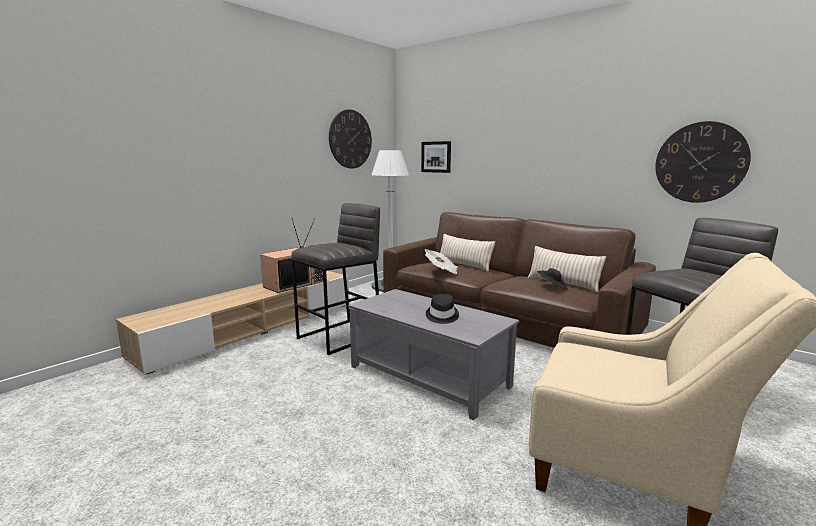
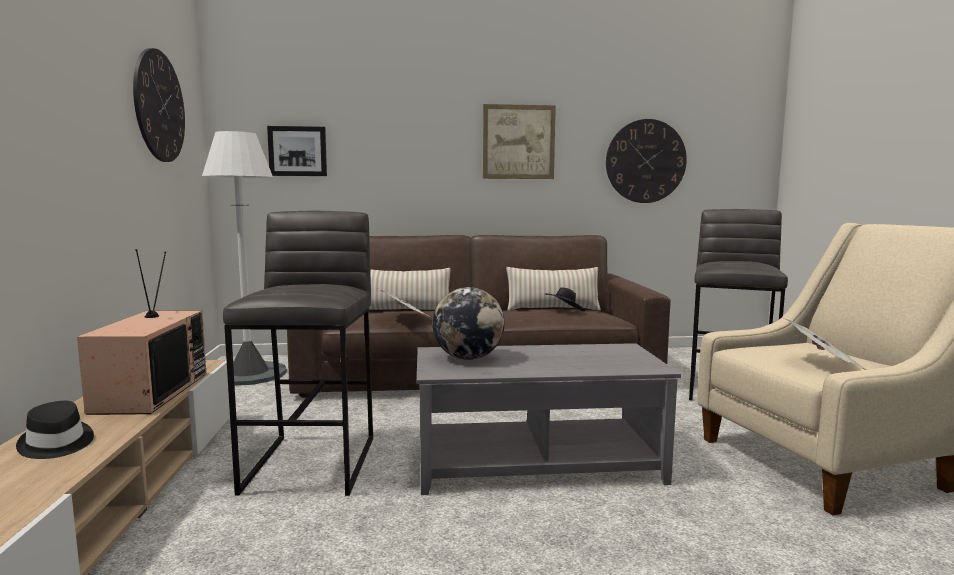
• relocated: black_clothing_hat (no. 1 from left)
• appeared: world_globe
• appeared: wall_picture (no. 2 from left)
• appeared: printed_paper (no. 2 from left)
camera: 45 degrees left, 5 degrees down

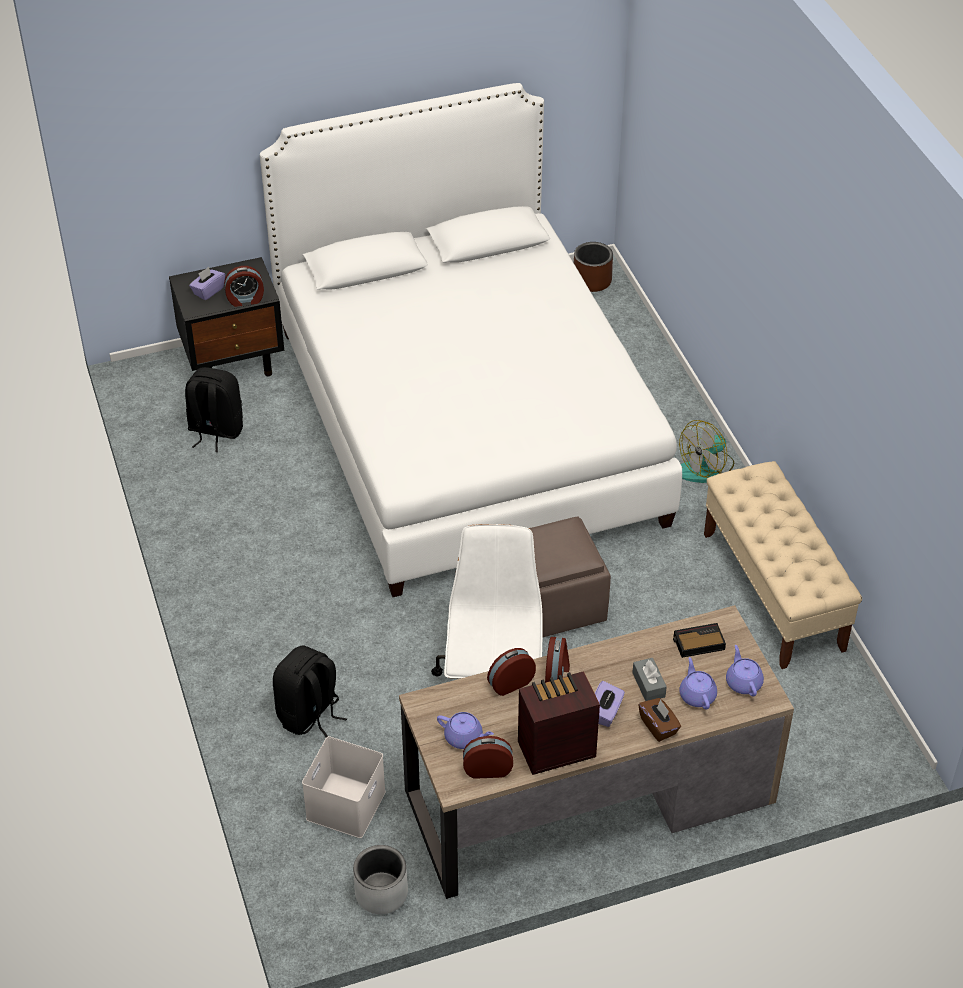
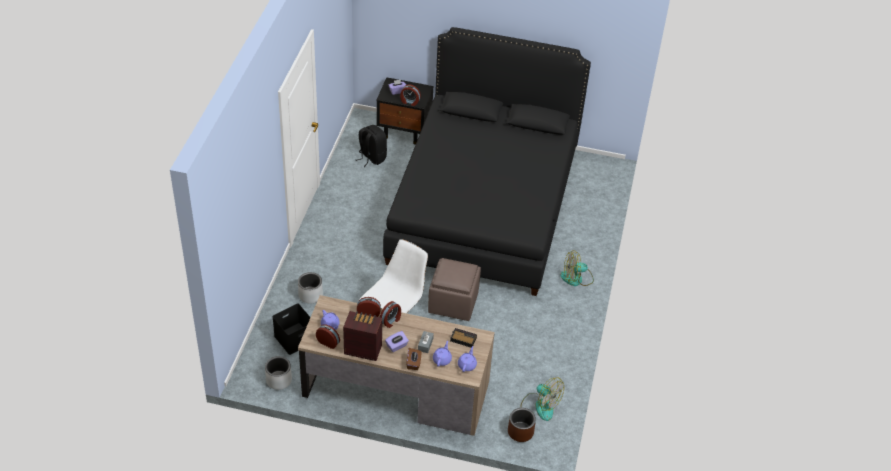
• colour: white_bedroom_bed to black_bedroom_bed
• exchanged: black_rucksack (no. 2 from left) to greyish_planter (no. 2 from left)
• colour: white_storage_bin to black_storage_bin
• relocated: brown-coloured_planter
• missing: beige-coloured_indoor_bench
• appeared: cooling_fan (no. 1 from left)
camera: 30 degrees right, 0 degrees up

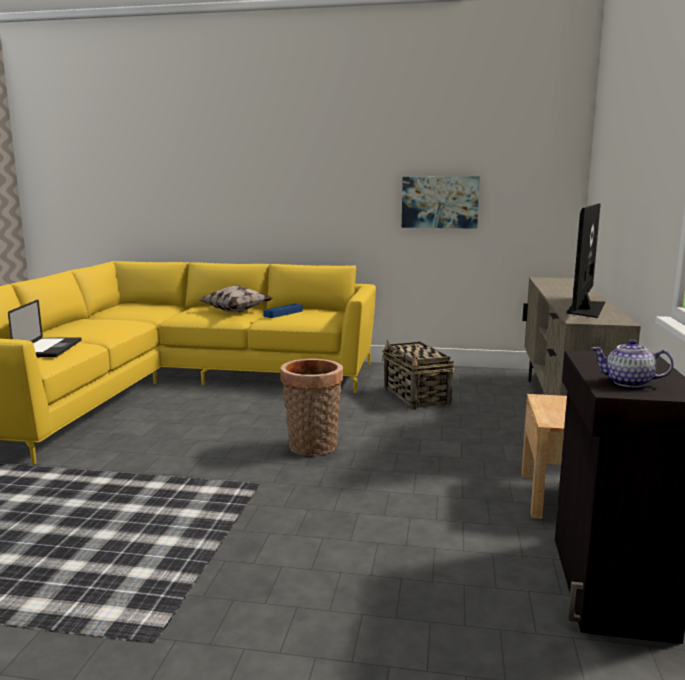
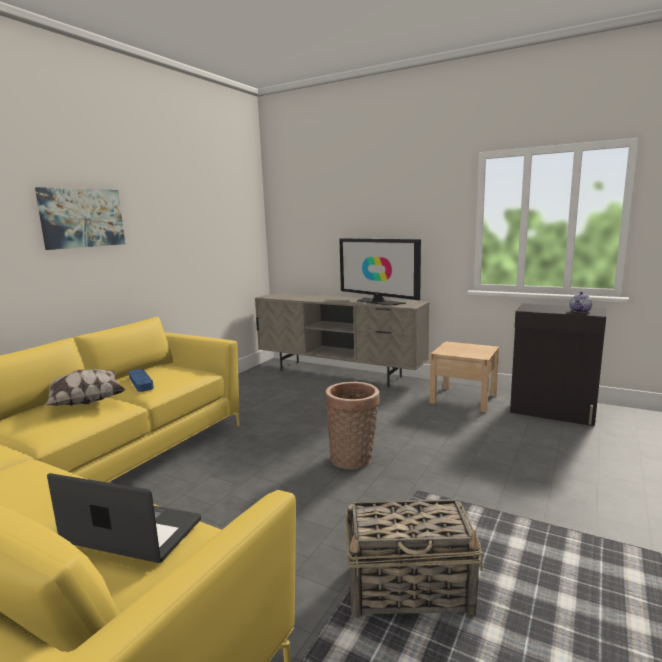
• relocated: storage_basket (no. 2 from left)
• relocated: wall_picture
camera: 70 degrees left, 0 degrees up

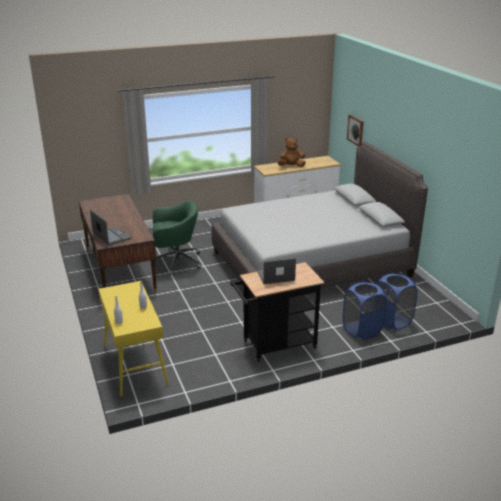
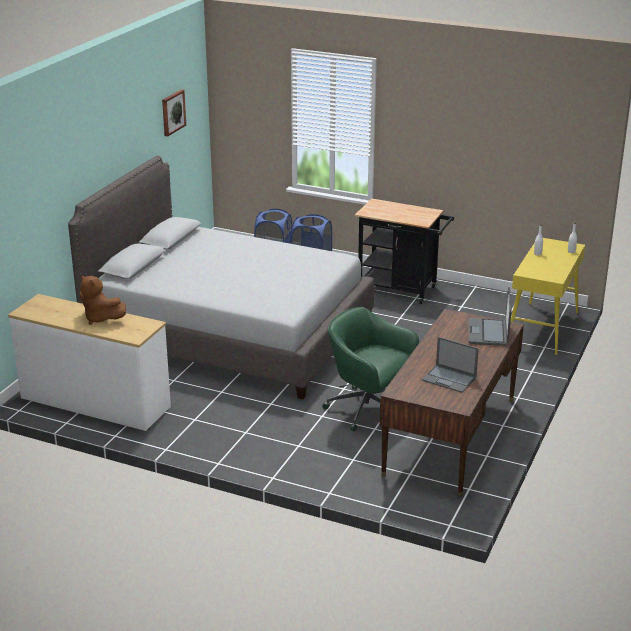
• relocated: notebook_computer (no. 2 from left in the first image) to notebook_computer (no. 1 from left)
• relocated: wall_picture
camera: 135 degrees left, 0 degrees up

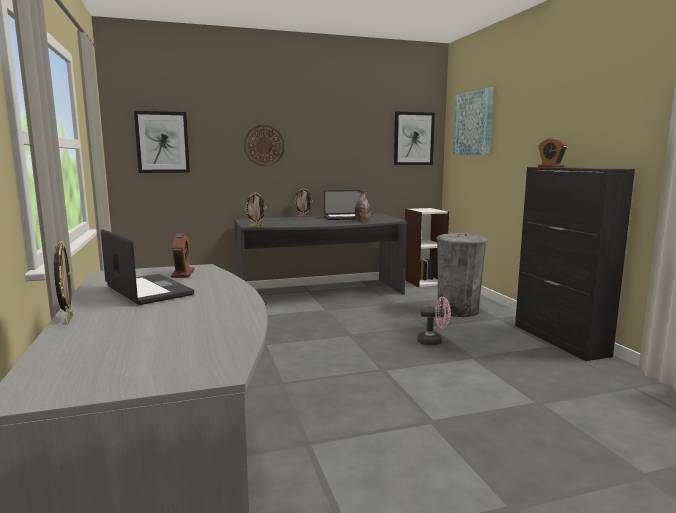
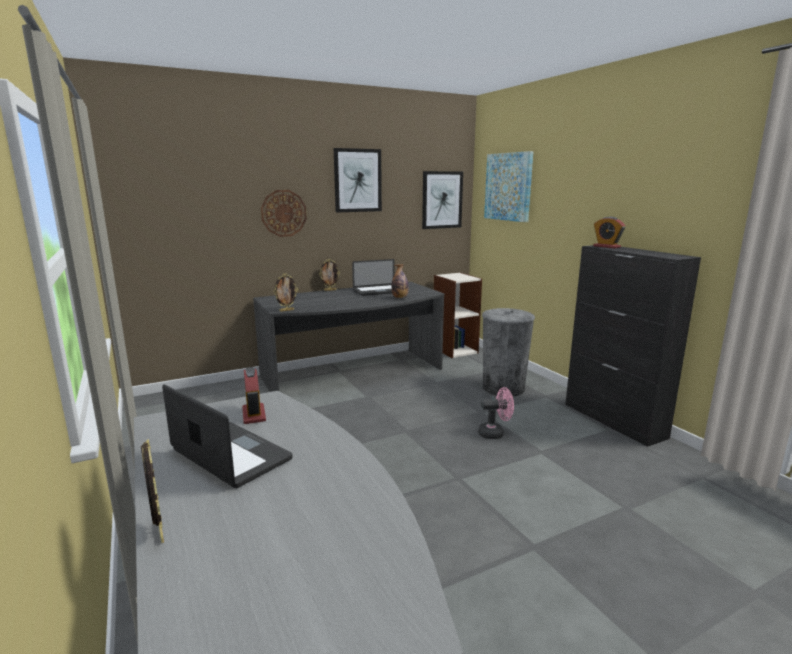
• relocated: wall_picture (no. 1 from left)
camera: 10 degrees left, 5 degrees up

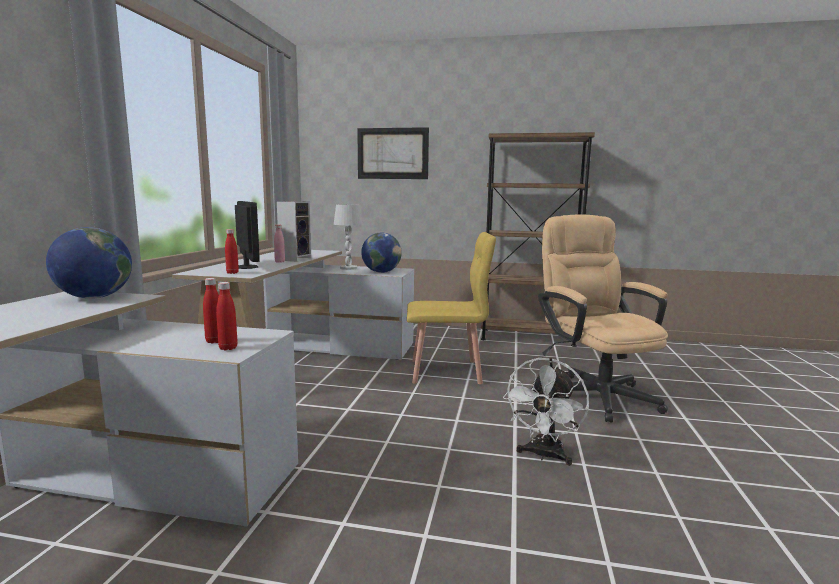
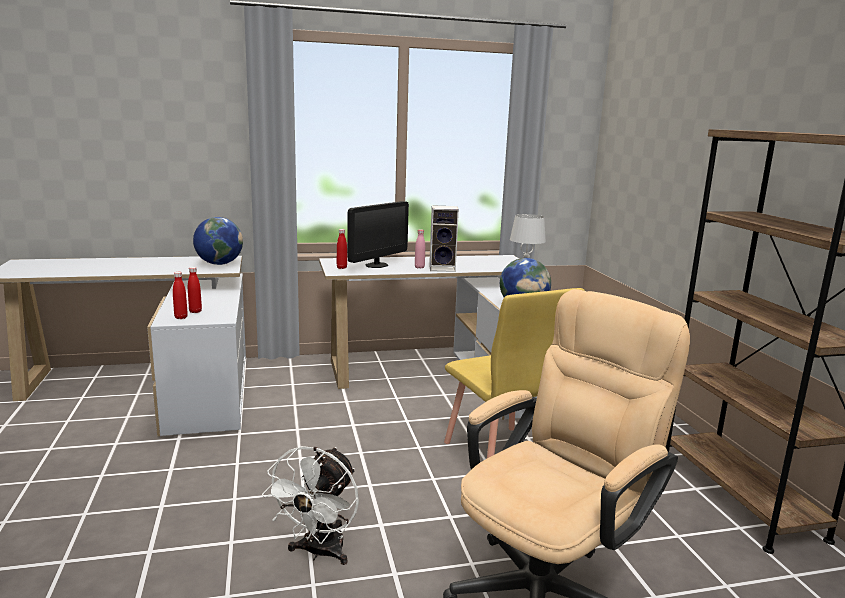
• missing: wall_picture
• spun: white_cooling_fan 75 degrees counterclockwise
camera: 65 degrees right, 5 degrees up

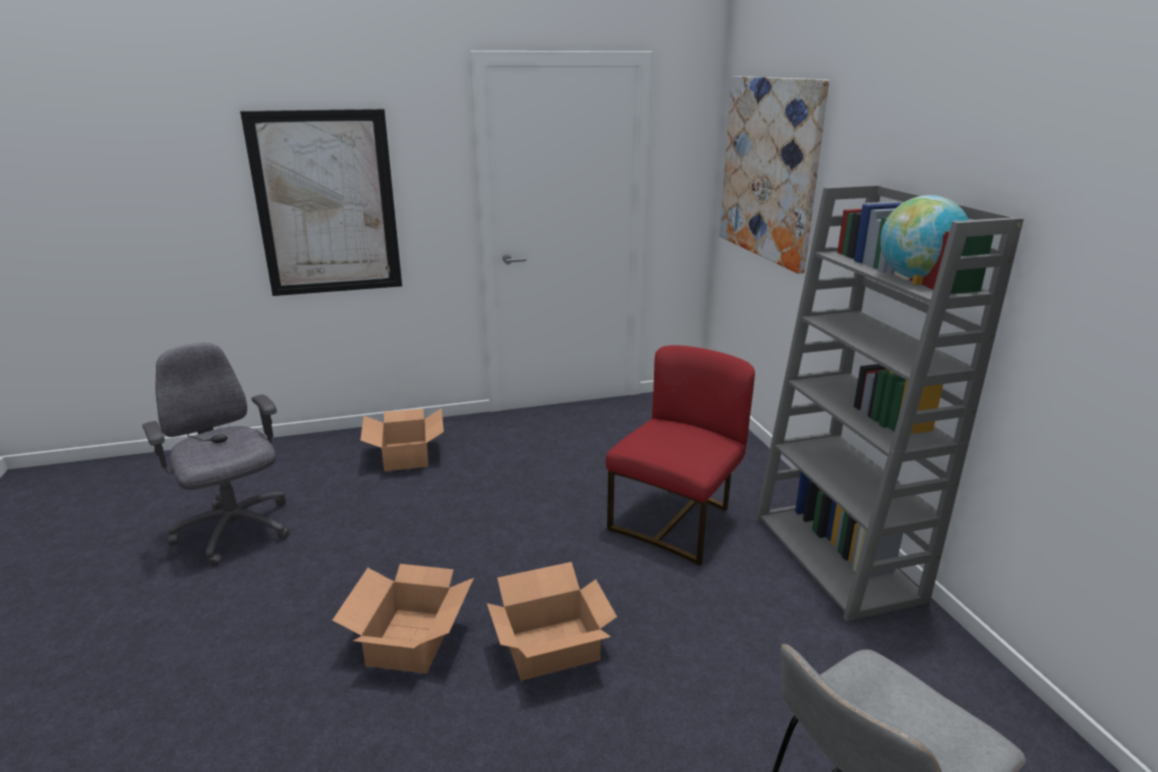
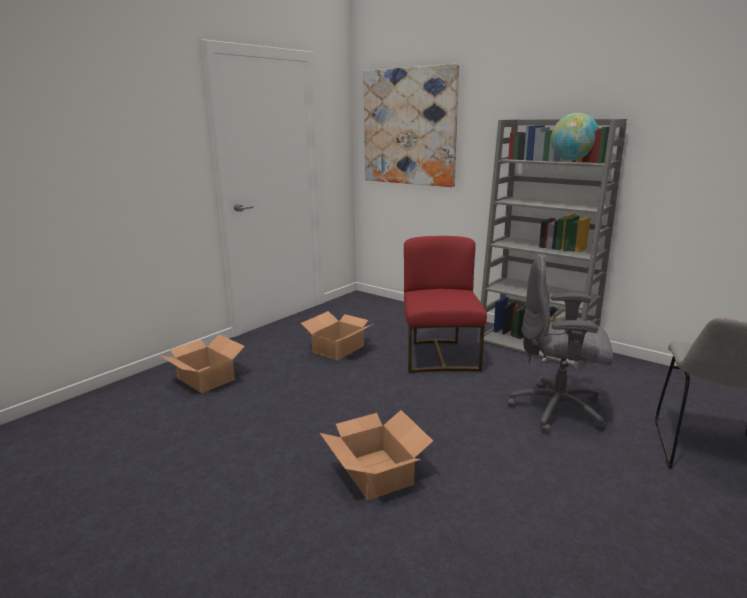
• relocated: greyish_computer_chair
• missing: wall_picture (no. 1 from left)
• relocated: cardboard_box (no. 3 from left in the first image) to cardboard_box (no. 2 from left)
camera: 35 degrees left, 5 degrees down

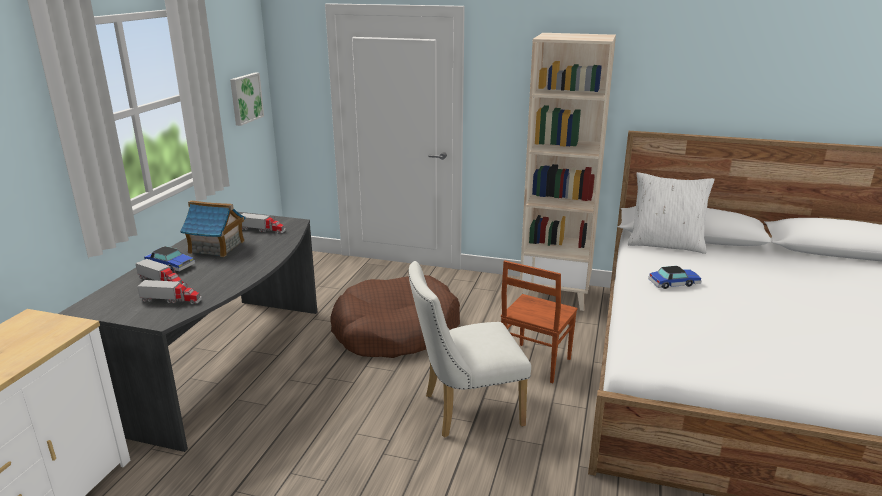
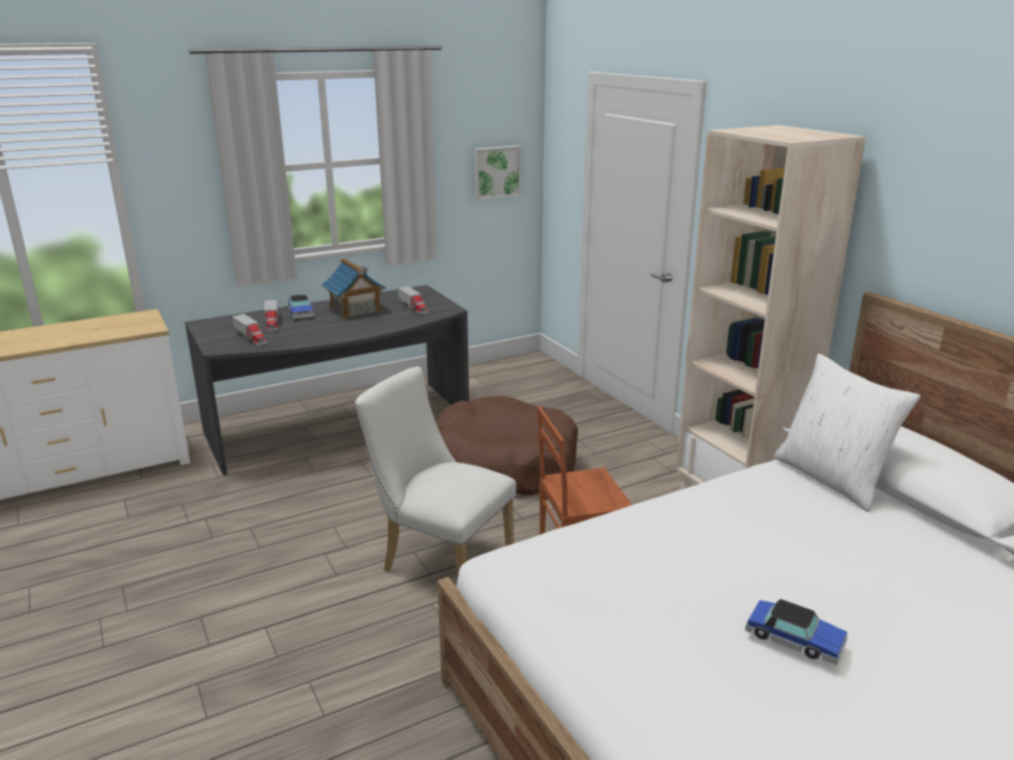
• relocated: model_car (no. 2 from left)
camera: 45 degrees right, 0 degrees up

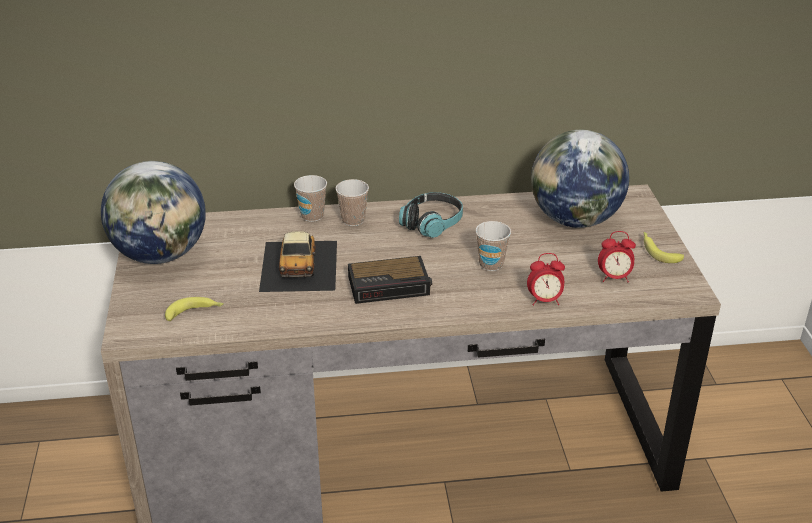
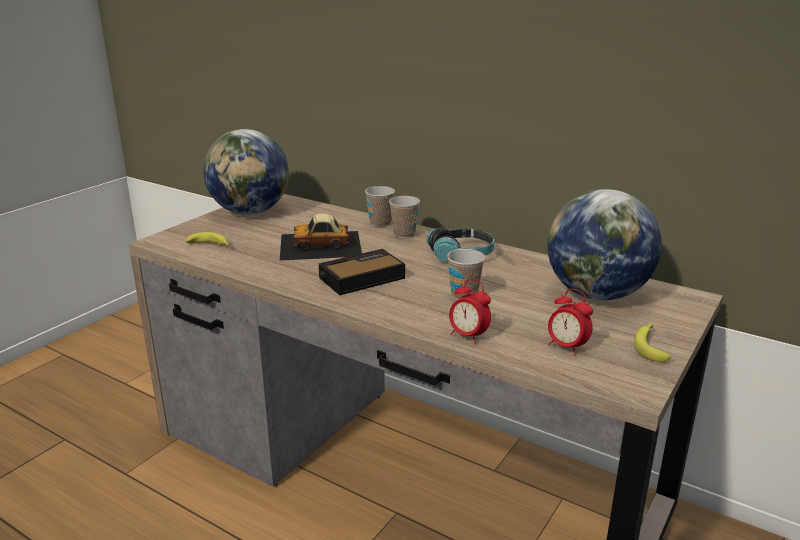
• spun: model_car 45 degrees clockwise
• spun: alarm_clock (no. 1 from left) 120 degrees clockwise
camera: 40 degrees right, 10 degrees down

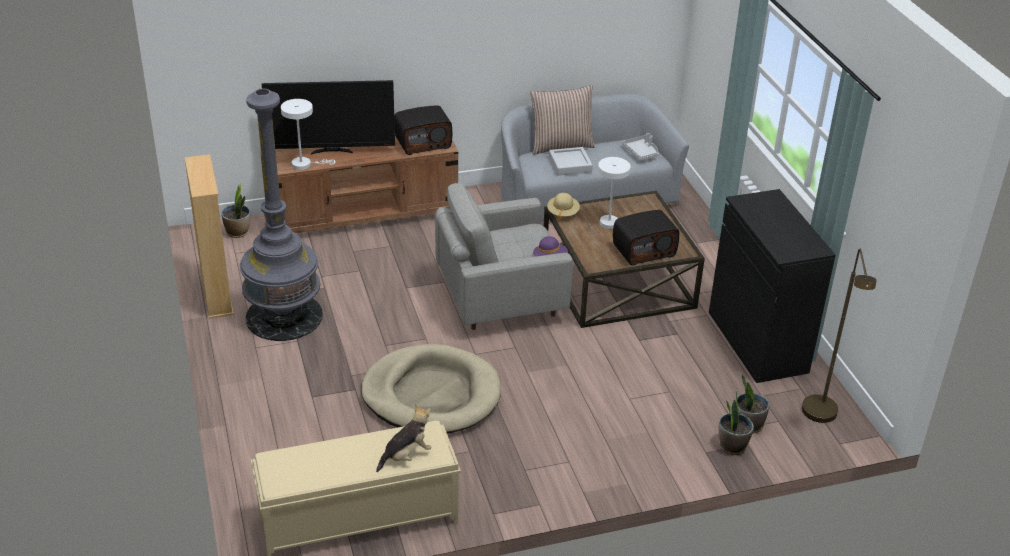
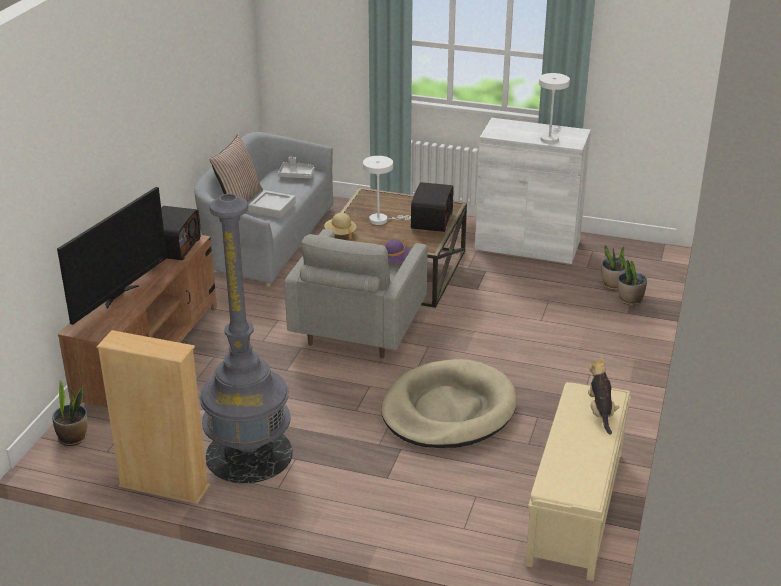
• relocated: white_tabletop_lamp (no. 1 from left in the first image) to white_tabletop_lamp (no. 2 from left)
• colour: black_cupboard to white_cupboard
• missing: brown-coloured_standard_lamp
camera: 55 degrees left, 5 degrees down

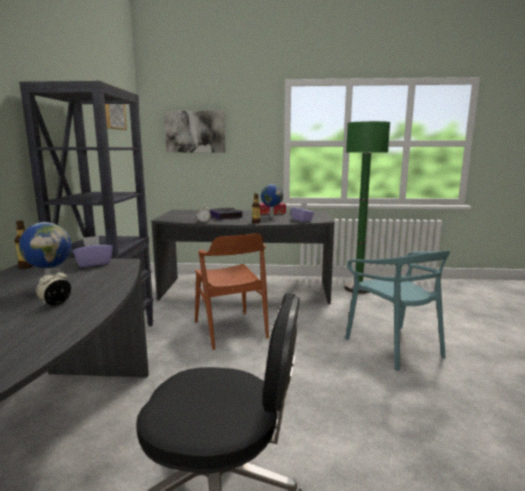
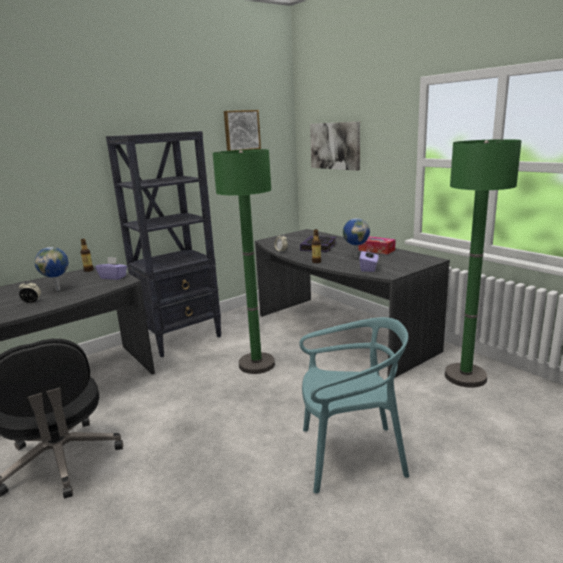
• exchanged: brown-coloured_upright_chair to green_standard_lamp (no. 1 from left)
• spun: turquoise-coloured_upright_chair 120 degrees counterclockwise
camera: 50 degrees right, 5 degrees up

